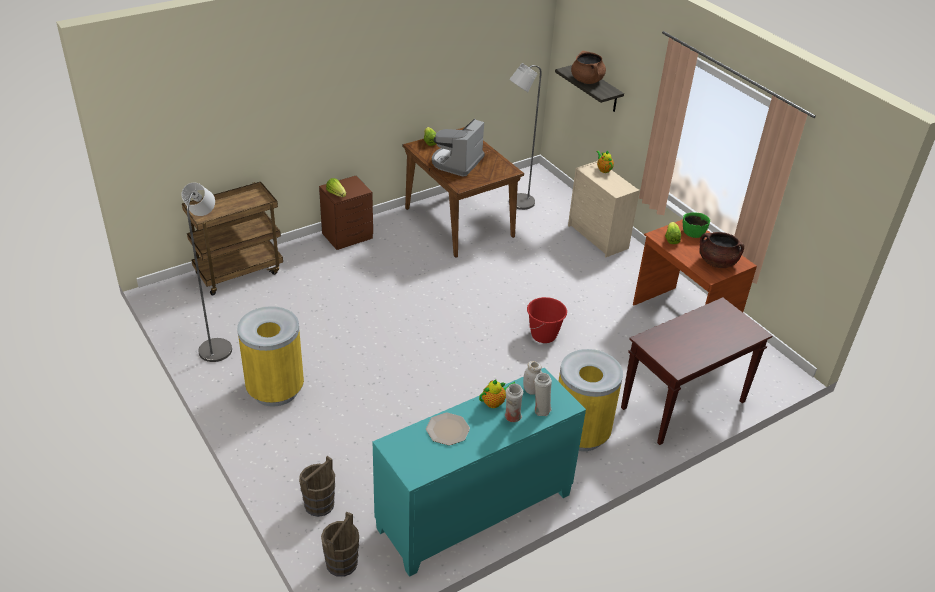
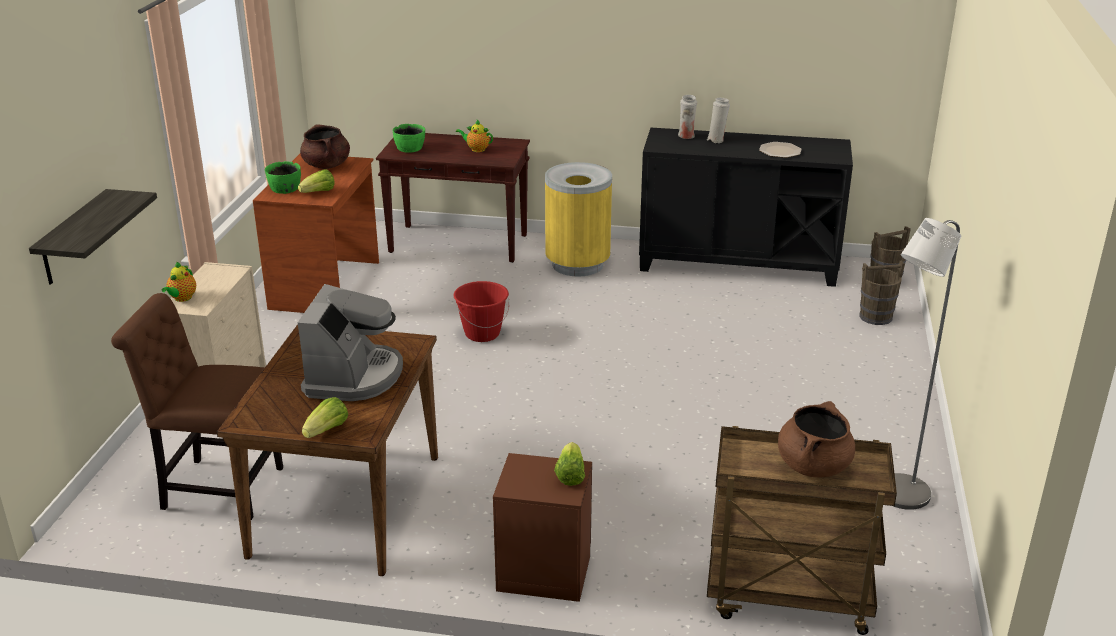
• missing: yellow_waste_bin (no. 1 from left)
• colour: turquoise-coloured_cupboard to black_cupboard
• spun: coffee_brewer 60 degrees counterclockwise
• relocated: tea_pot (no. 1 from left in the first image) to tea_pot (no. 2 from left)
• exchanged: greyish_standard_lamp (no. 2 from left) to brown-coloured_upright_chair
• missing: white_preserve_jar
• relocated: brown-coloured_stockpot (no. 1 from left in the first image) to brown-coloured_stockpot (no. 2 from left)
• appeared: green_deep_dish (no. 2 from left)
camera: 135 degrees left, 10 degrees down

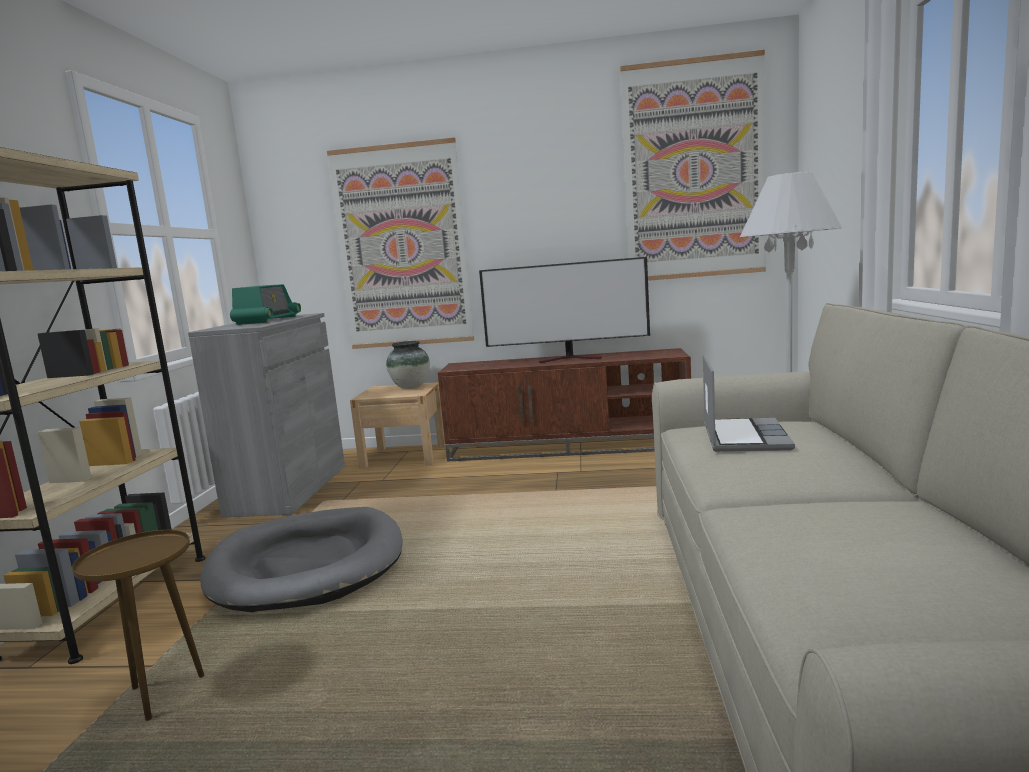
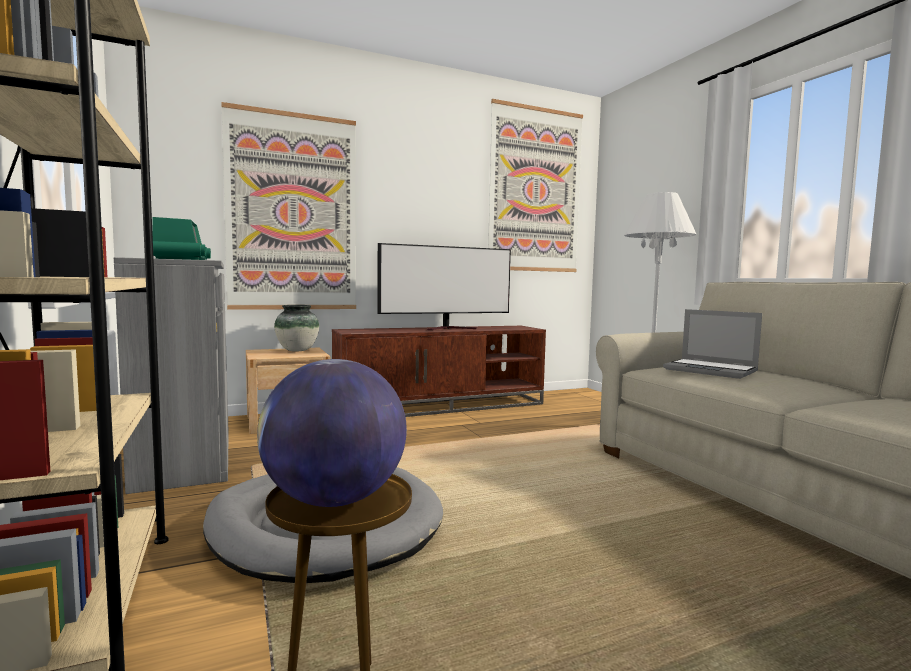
• spun: notebook_computer 150 degrees clockwise
• appeared: world_globe
camera: 30 degrees left, 5 degrees down

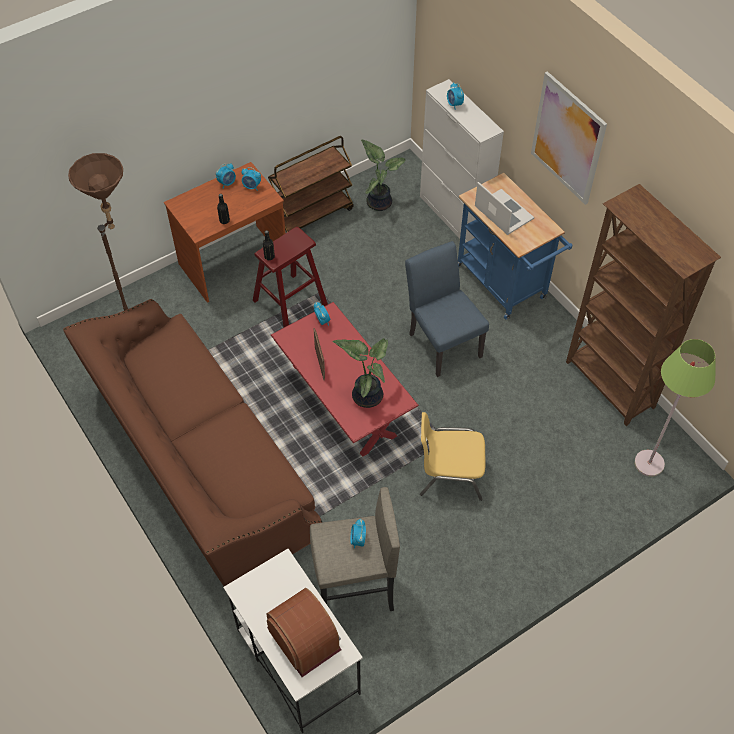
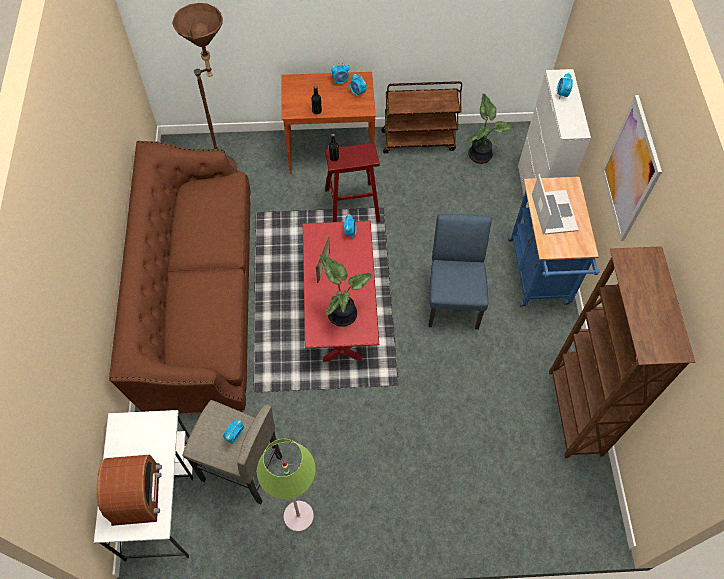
• missing: yellow_upright_chair
• relocated: green_standard_lamp
camera: 30 degrees right, 5 degrees up

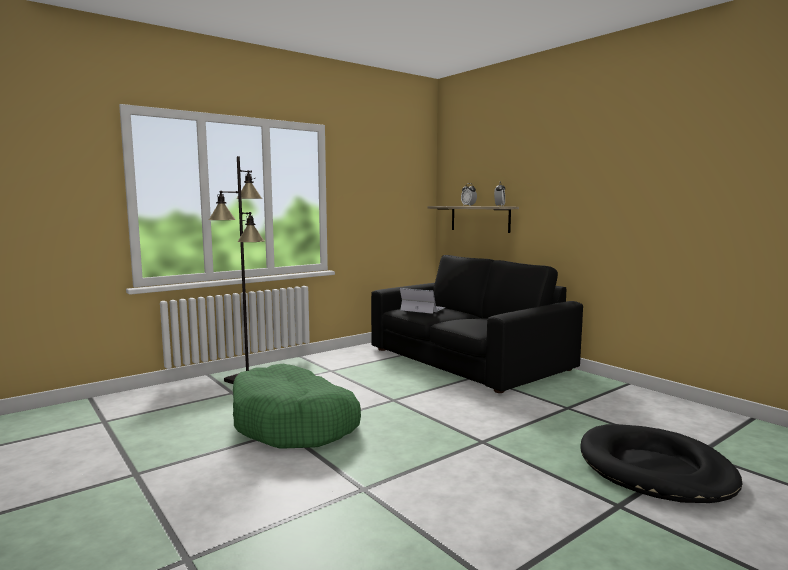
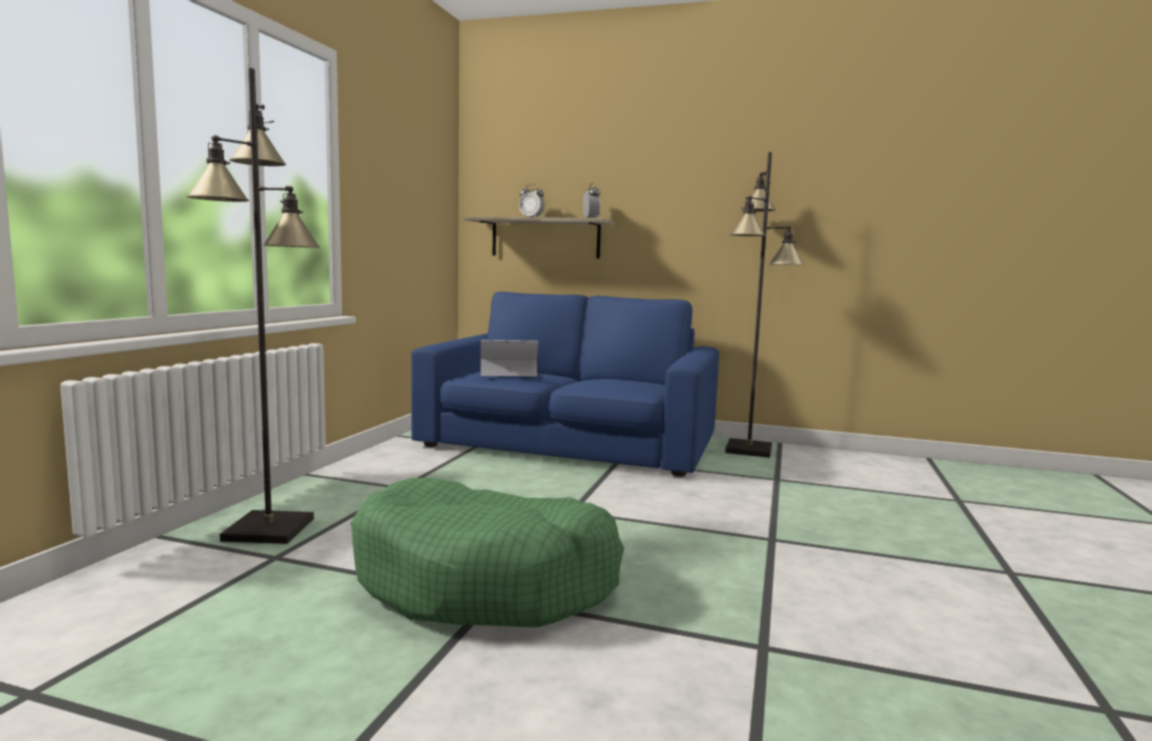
• colour: black_settee to blue_settee
• missing: black_dog_bed
• appeared: black_standard_lamp (no. 2 from left)
camera: 35 degrees left, 0 degrees up

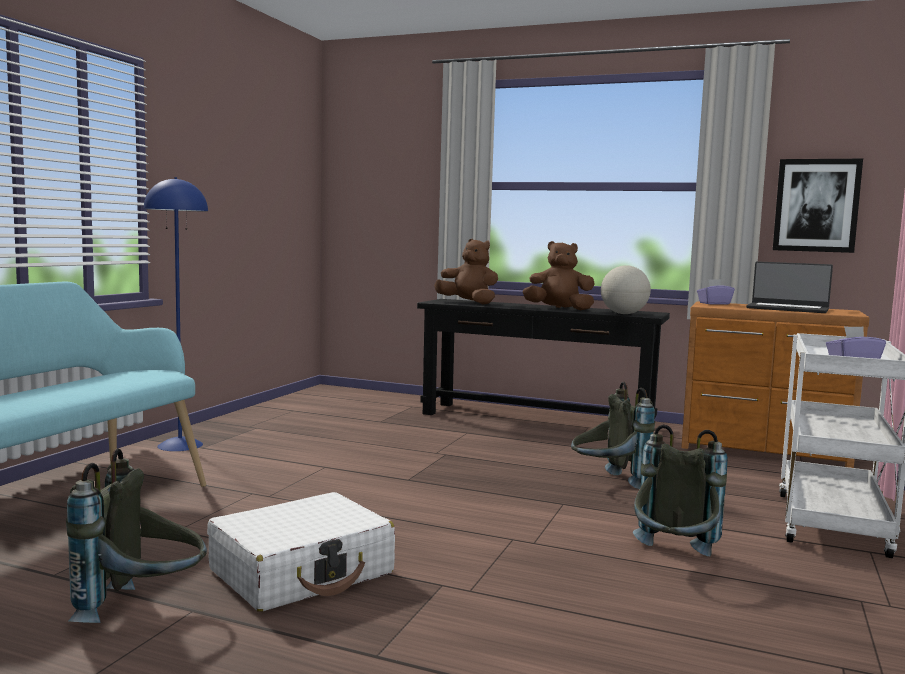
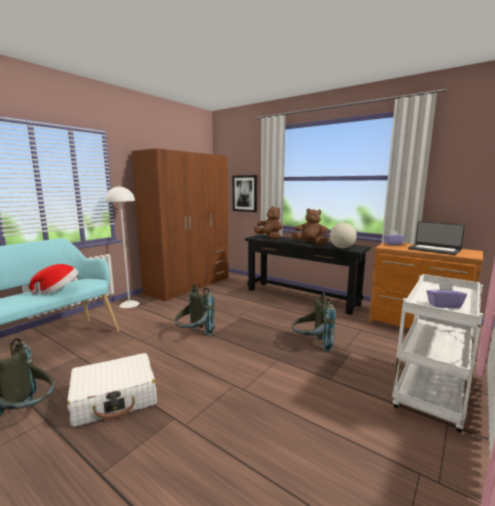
• colour: blue_standard_lamp to white_standard_lamp
• relocated: greyish_rucksack (no. 3 from left in the first image) to greyish_rucksack (no. 2 from left)
• relocated: wall_picture
• appeared: clothing_hat
• appeared: brown-coloured_armoire
camera: 15 degrees right, 5 degrees up

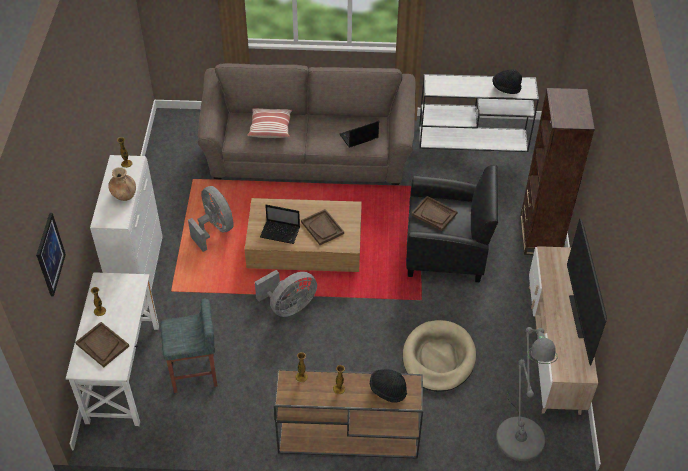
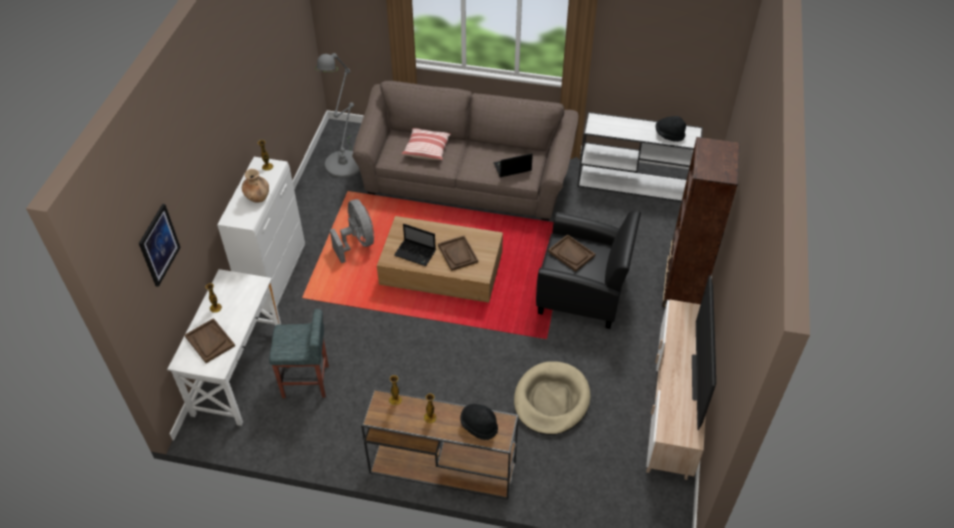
• missing: greyish_cooling_fan (no. 2 from left)
• relocated: greyish_standard_lamp
camera: 10 degrees right, 0 degrees up

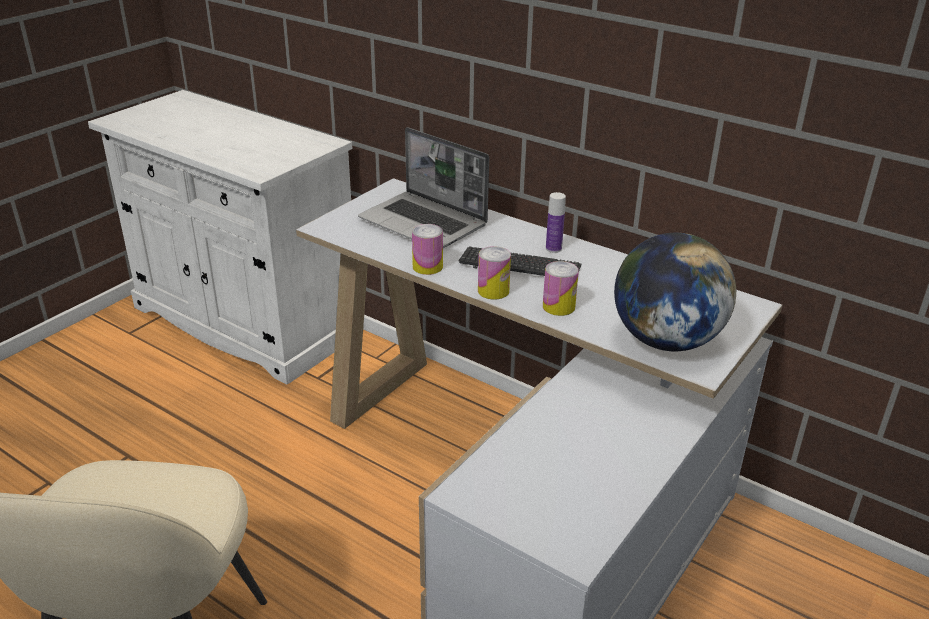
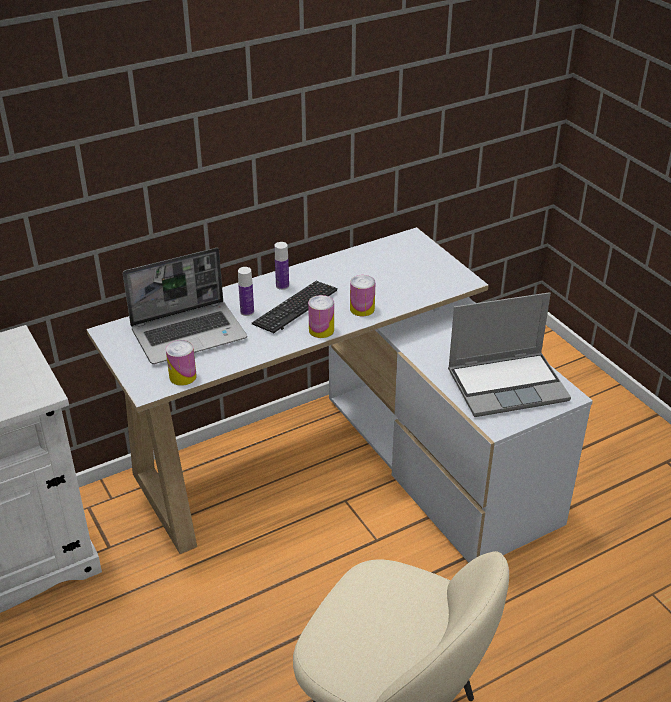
• relocated: sealed_can (no. 1 from left)
• missing: world_globe
• appeared: bottle (no. 1 from left)
• appeared: notebook_computer (no. 2 from left)
camera: 65 degrees left, 5 degrees up

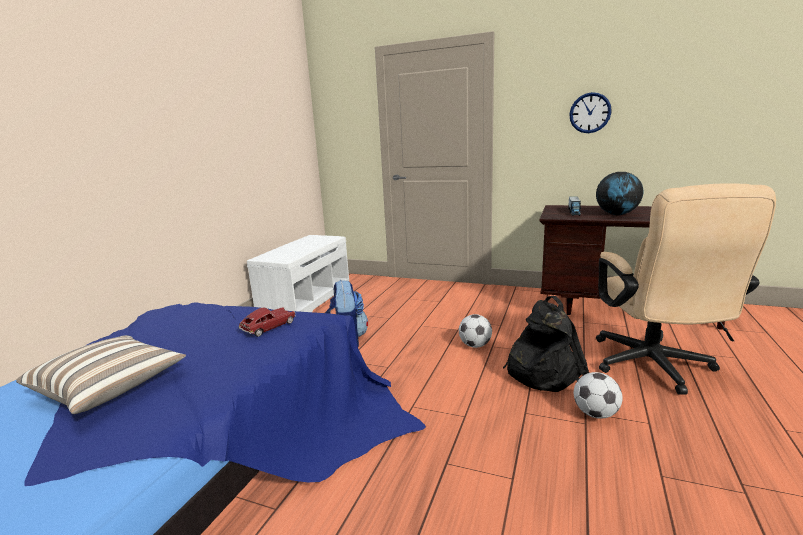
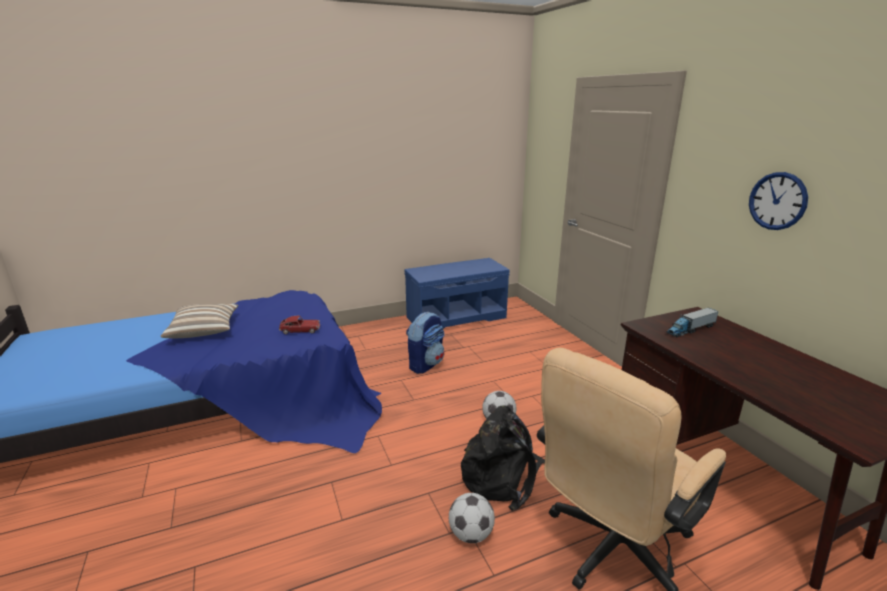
• colour: white_indoor_bench to blue_indoor_bench
• missing: world_globe
camera: 45 degrees right, 5 degrees up

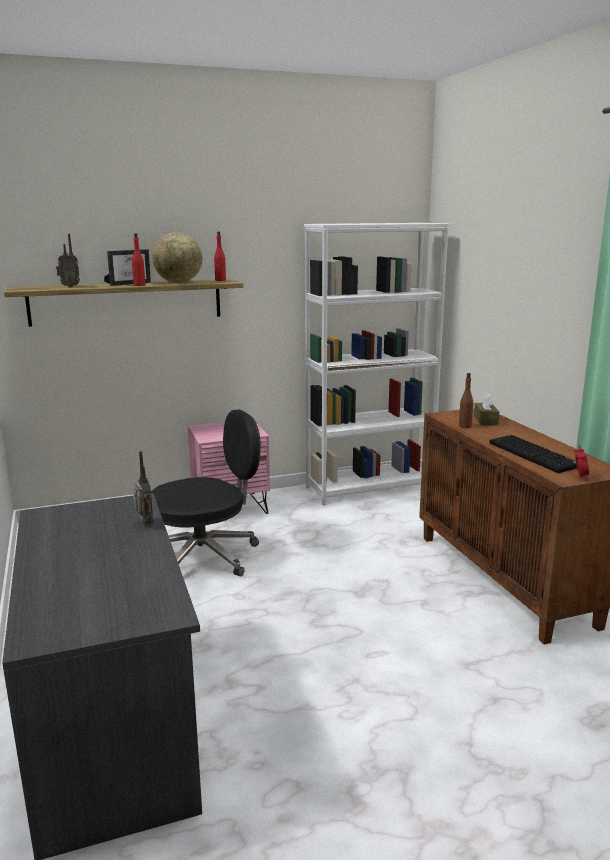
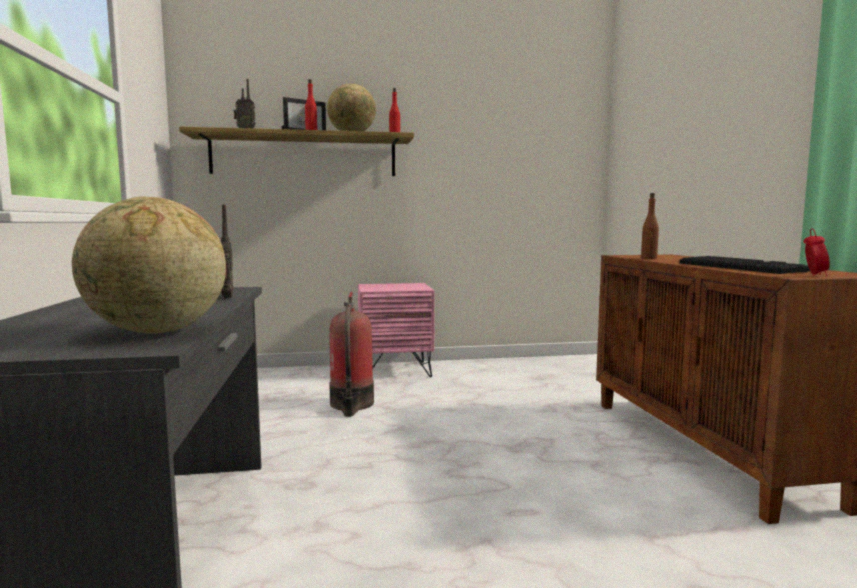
• exchanged: black_computer_chair to fire-fighting_cylinder
• missing: white_bookshelf
• missing: brown-coloured_box_of_tissues
• appeared: world_globe (no. 1 from left)
camera: 10 degrees right, 10 degrees down

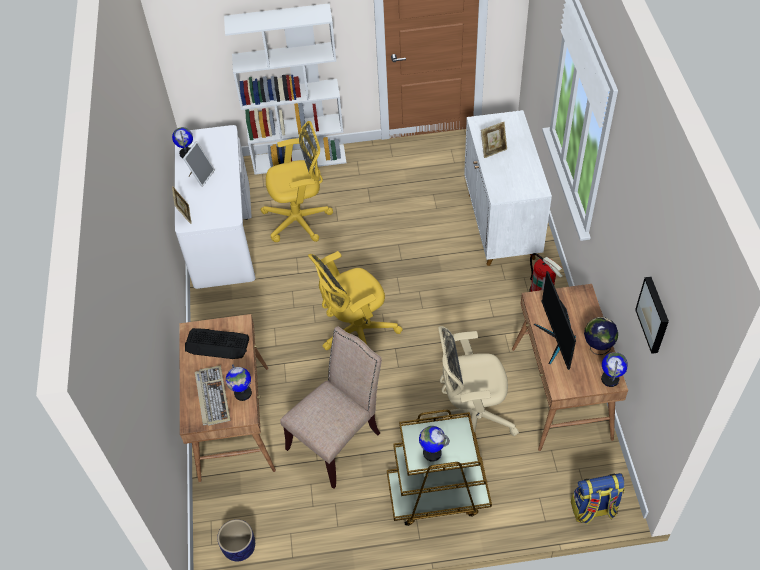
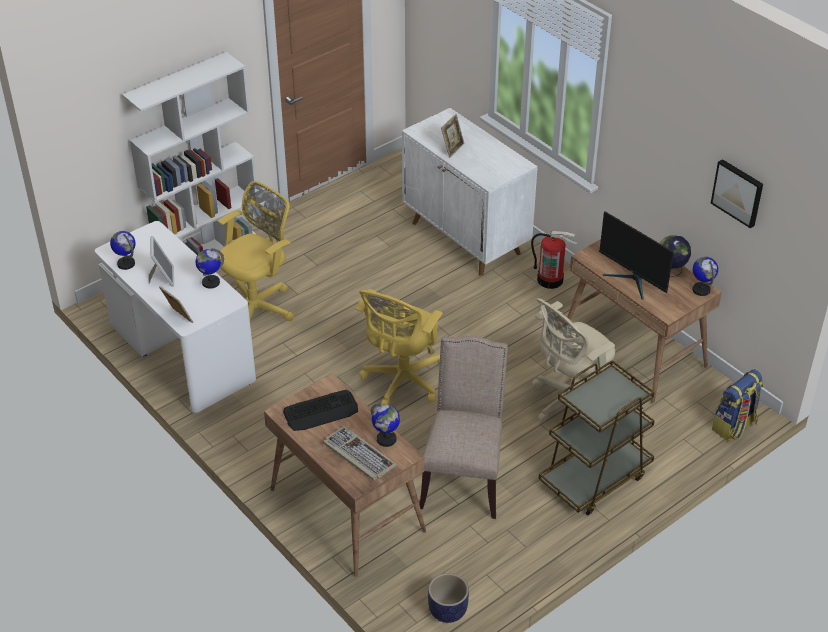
• relocated: world_globe (no. 3 from left in the first image) to world_globe (no. 2 from left)
camera: 35 degrees left, 10 degrees down

